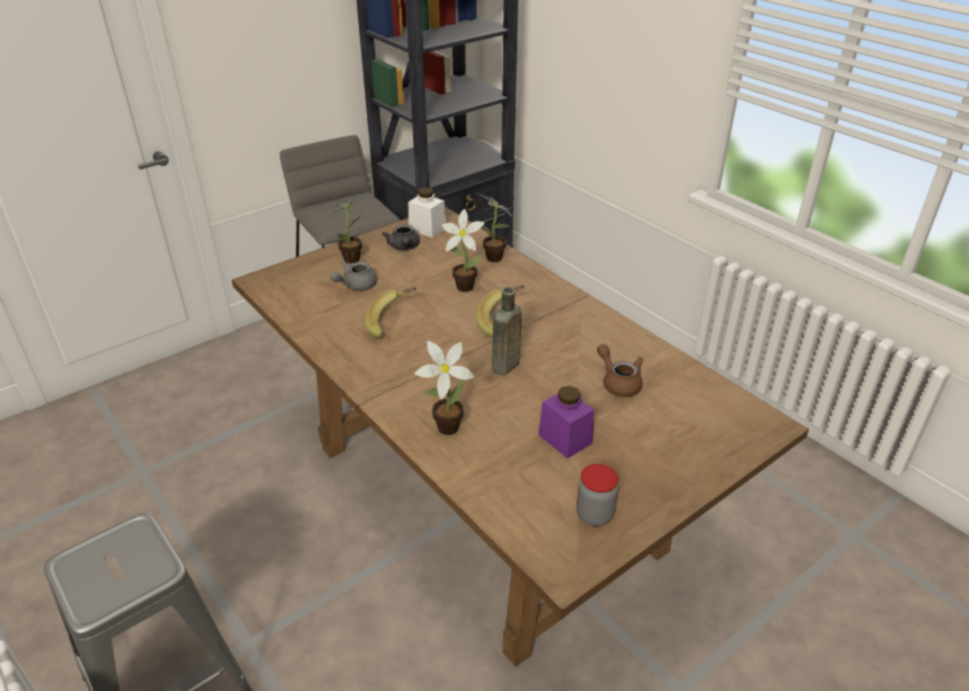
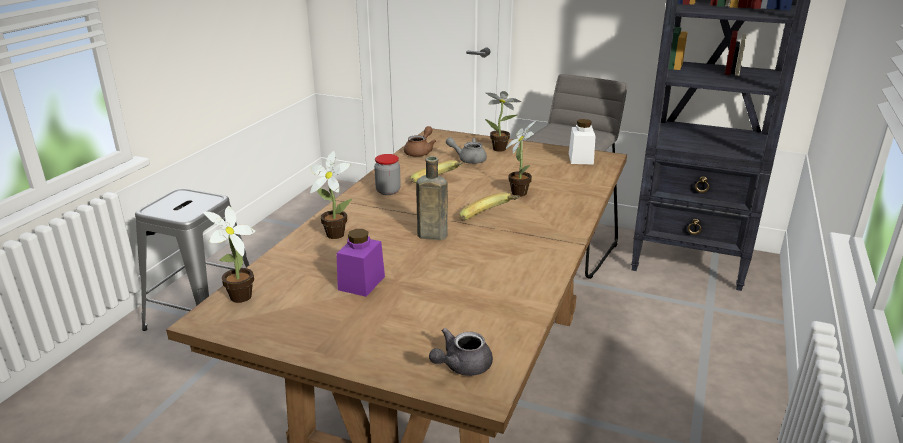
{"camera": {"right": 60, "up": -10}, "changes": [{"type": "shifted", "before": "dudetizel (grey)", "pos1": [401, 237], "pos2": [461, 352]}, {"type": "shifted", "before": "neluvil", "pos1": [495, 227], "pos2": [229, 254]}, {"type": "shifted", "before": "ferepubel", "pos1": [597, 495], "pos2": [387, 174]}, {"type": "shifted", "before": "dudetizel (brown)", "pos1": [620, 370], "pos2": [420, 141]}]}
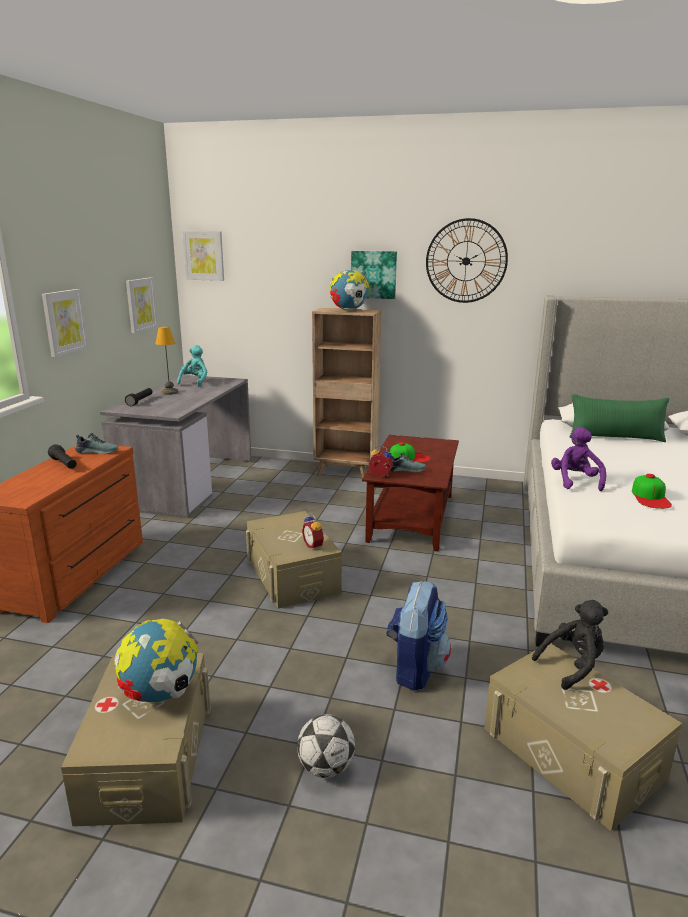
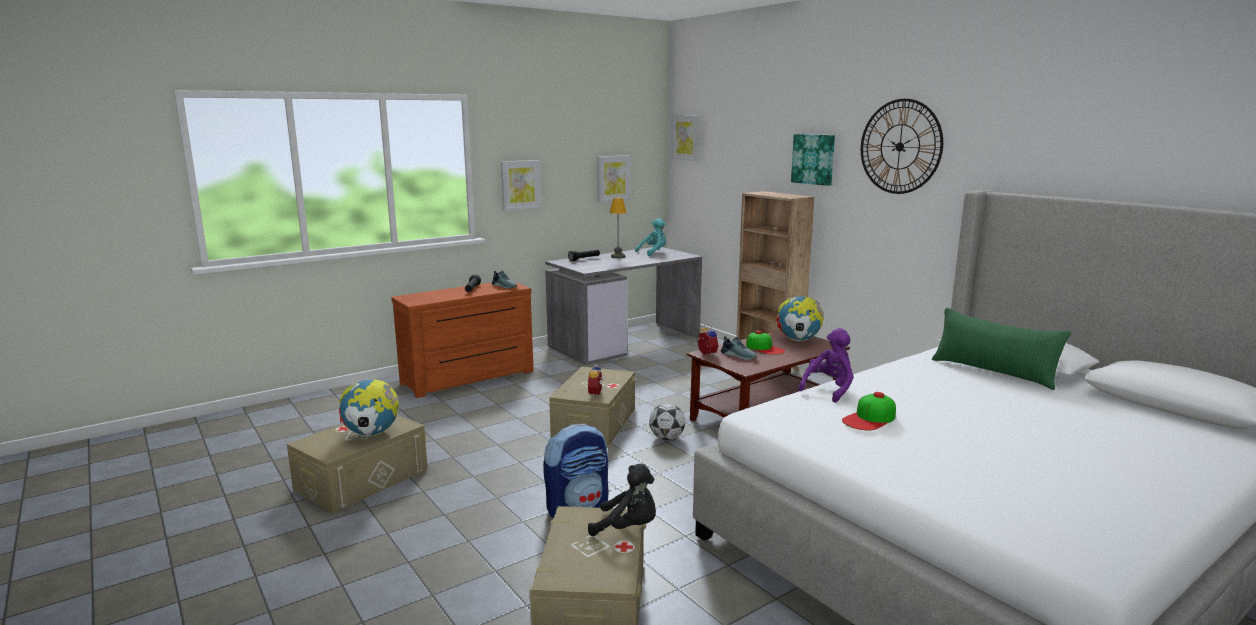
{"camera": {"right": 40, "up": -5}, "changes": [{"type": "shifted", "before": "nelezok", "pos1": [326, 746], "pos2": [667, 422]}, {"type": "shifted", "before": "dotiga", "pos1": [350, 290], "pos2": [800, 318]}]}
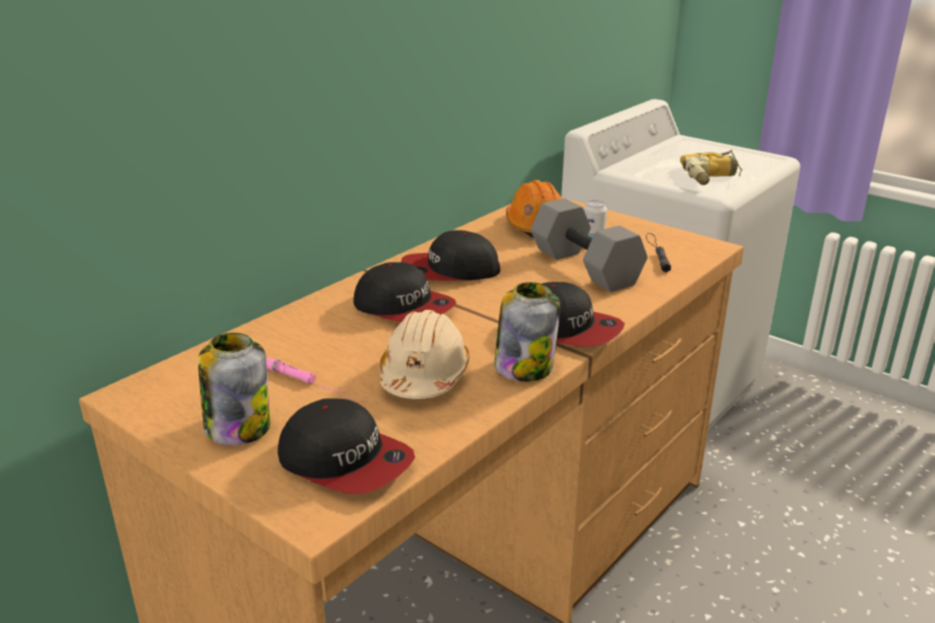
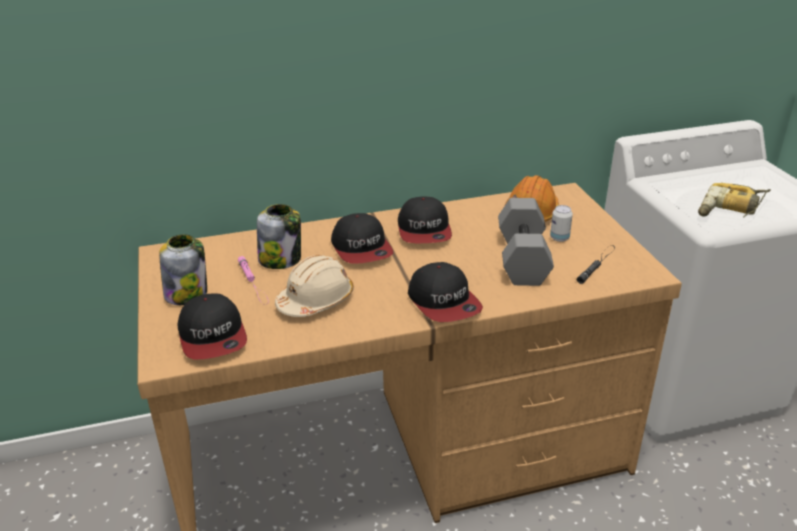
{"camera": {"right": 35, "up": 5}, "changes": [{"type": "rotated", "before": "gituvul", "pos1": [451, 255], "pos2": [425, 219], "turn": -120}, {"type": "shifted", "before": "ferepubel", "pos1": [527, 332], "pos2": [279, 236]}]}
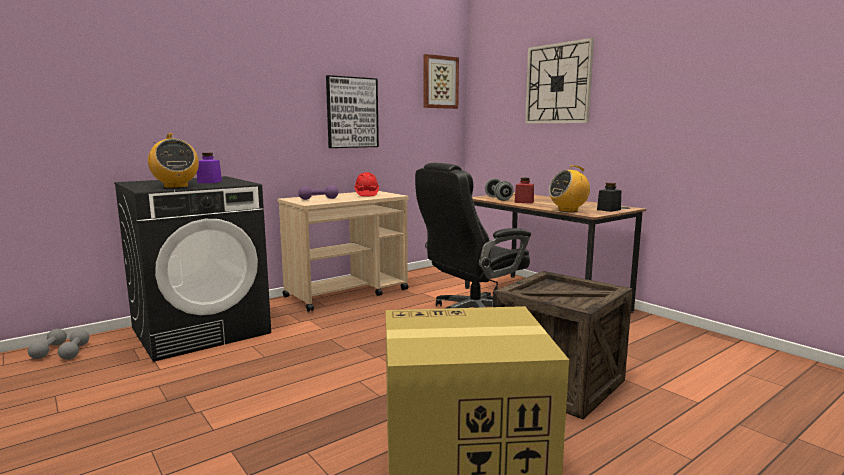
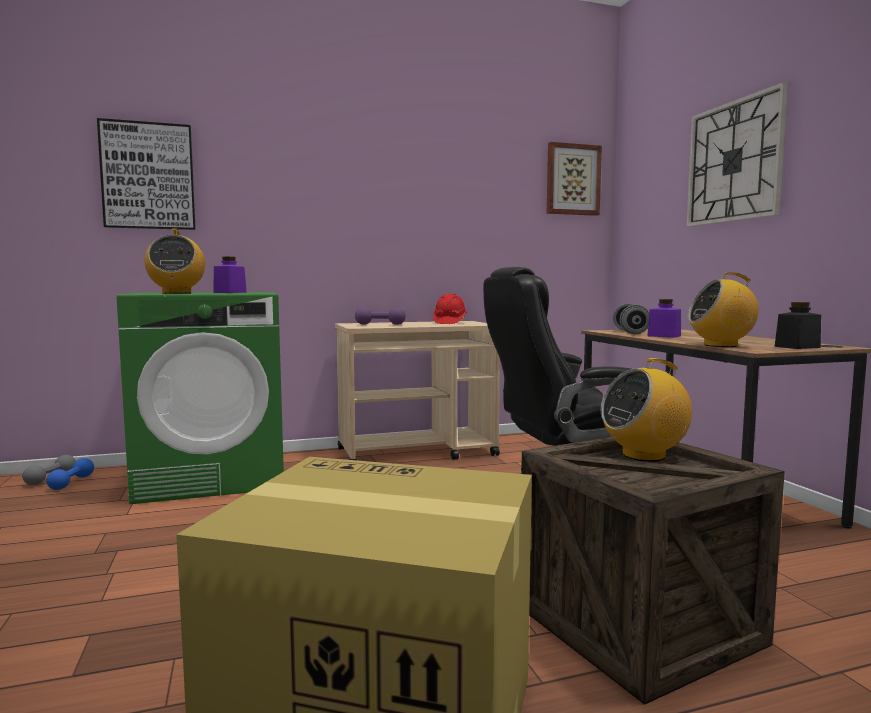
{"camera": {"right": 20, "up": -5}, "changes": [{"type": "repainted", "before": "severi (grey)", "after": "severi (blue)", "pos1": [73, 345], "pos2": [70, 474]}, {"type": "repainted", "before": "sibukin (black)", "after": "sibukin (green)", "pos1": [192, 269], "pos2": [200, 398]}, {"type": "shifted", "before": "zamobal", "pos1": [352, 111], "pos2": [146, 174]}, {"type": "repainted", "before": "ferepubel (red)", "after": "ferepubel (purple)", "pos1": [524, 191], "pos2": [664, 318]}, {"type": "new", "after": "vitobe", "pos2": [646, 410]}]}
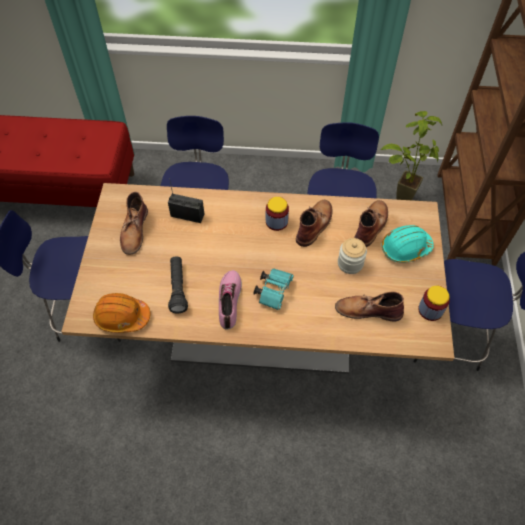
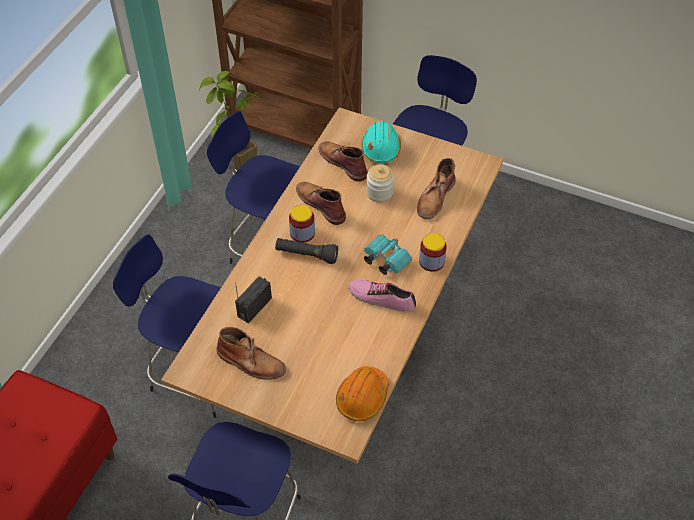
{"camera": {"right": -70, "up": -5}, "changes": [{"type": "shifted", "before": "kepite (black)", "pos1": [178, 284], "pos2": [306, 251]}, {"type": "shifted", "before": "ferepubel", "pos1": [434, 303], "pos2": [433, 252]}]}
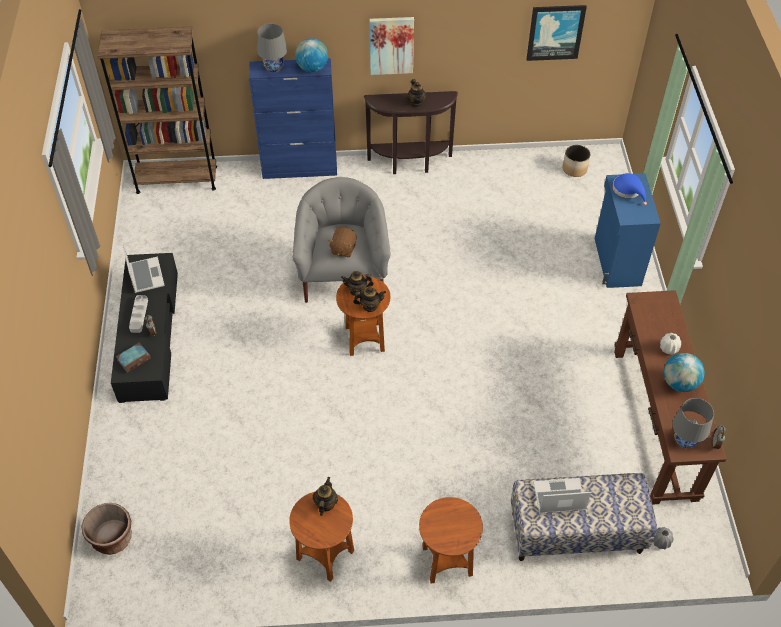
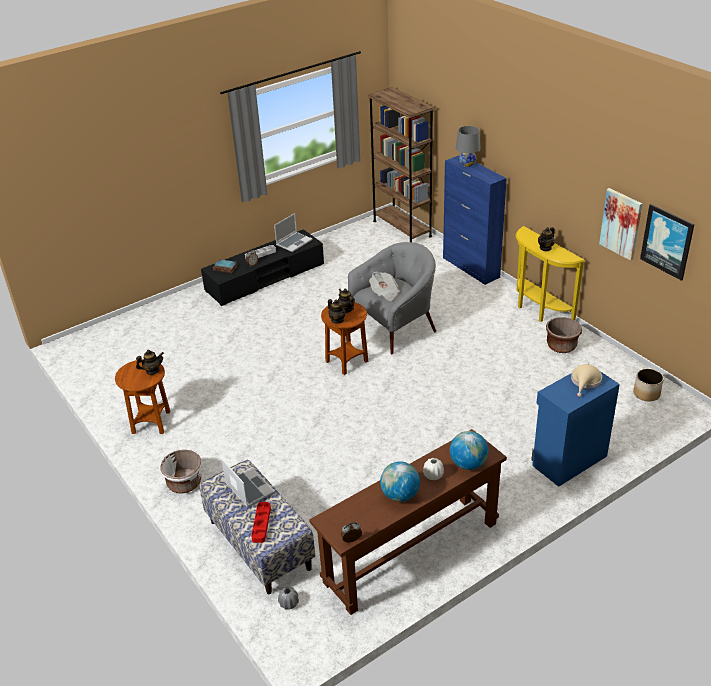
{"camera": {"right": 60, "up": -15}, "changes": [{"type": "shifted", "before": "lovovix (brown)", "pos1": [106, 529], "pos2": [564, 335]}, {"type": "shifted", "before": "dotiga", "pos1": [311, 55], "pos2": [469, 450]}, {"type": "swapped", "before": "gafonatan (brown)", "after": "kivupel", "pos1": [342, 242], "pos2": [384, 286]}, {"type": "repainted", "before": "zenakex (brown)", "after": "zenakex (yellow)", "pos1": [411, 132], "pos2": [550, 274]}, {"type": "shifted", "before": "zamobal", "pos1": [391, 46], "pos2": [620, 224]}, {"type": "swapped", "before": "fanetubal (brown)", "after": "lovovix (white)", "pos1": [451, 540], "pos2": [181, 471]}, {"type": "repainted", "before": "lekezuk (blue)", "after": "lekezuk (beige)", "pos1": [629, 189], "pos2": [586, 380]}, {"type": "gone", "before": "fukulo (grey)", "pos1": [693, 423]}, {"type": "new", "after": "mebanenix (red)", "pos2": [261, 522]}]}
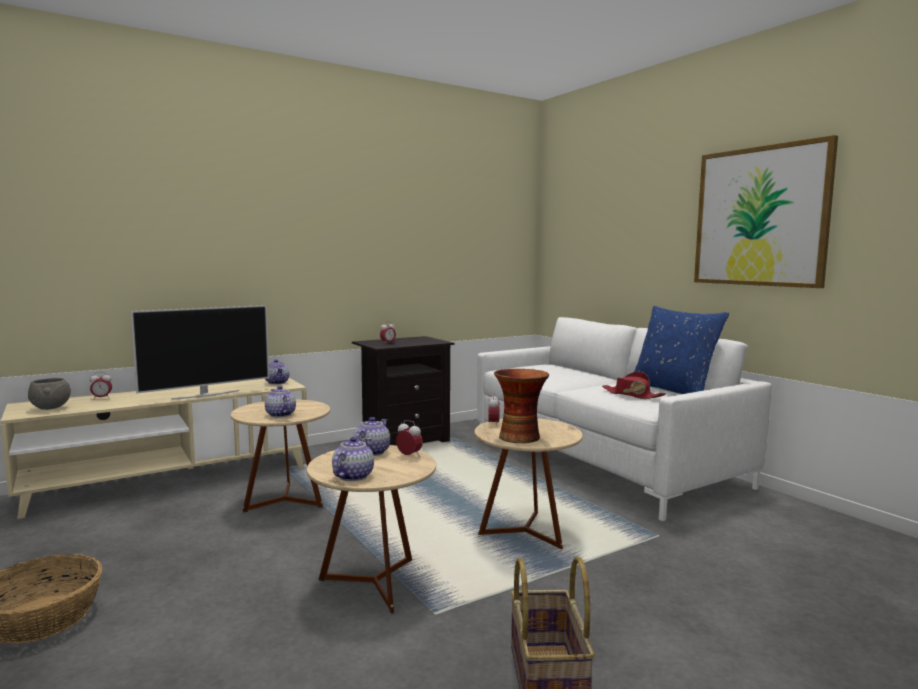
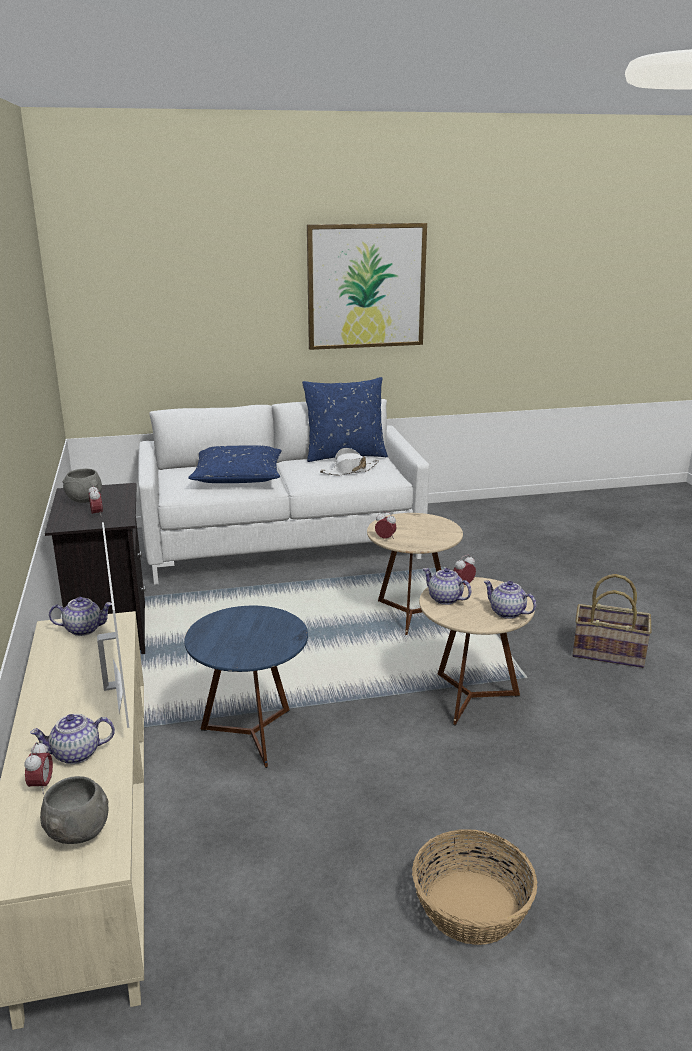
{"camera": {"right": -70, "up": 15}, "changes": [{"type": "repainted", "before": "fanetubal (beige)", "after": "fanetubal (blue)", "pos1": [280, 456], "pos2": [246, 687]}, {"type": "shifted", "before": "dudetizel", "pos1": [280, 401], "pos2": [72, 739]}, {"type": "gone", "before": "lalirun", "pos1": [521, 406]}, {"type": "repainted", "before": "lekezuk (red)", "after": "lekezuk (white)", "pos1": [634, 385], "pos2": [349, 462]}, {"type": "new", "after": "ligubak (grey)", "pos2": [82, 486]}, {"type": "new", "after": "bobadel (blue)", "pos2": [235, 464]}]}
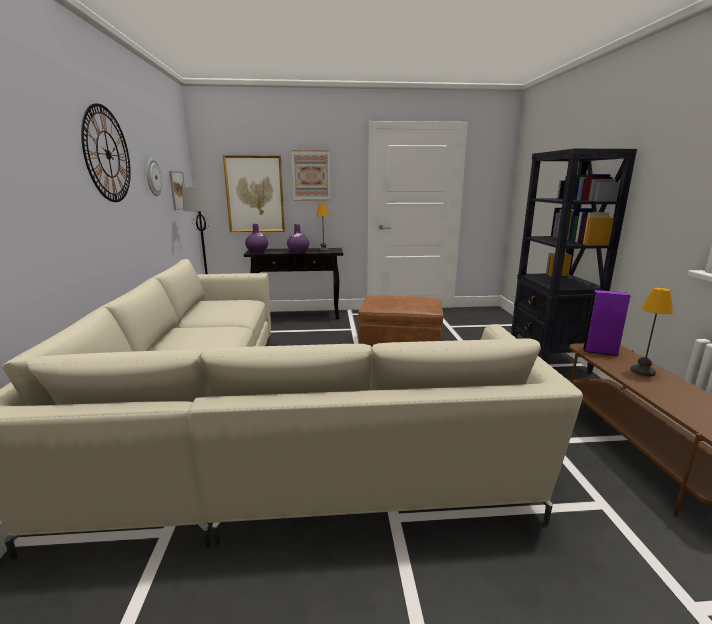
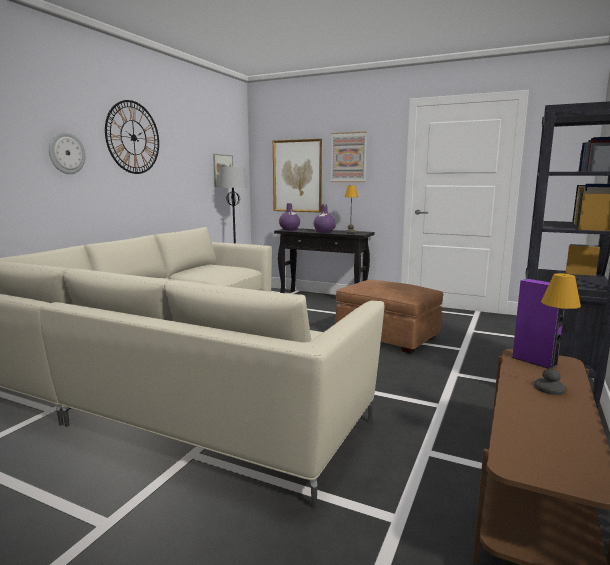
{"camera": {"right": 30, "up": -5}, "changes": [{"type": "shifted", "before": "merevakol", "pos1": [154, 177], "pos2": [67, 153]}]}
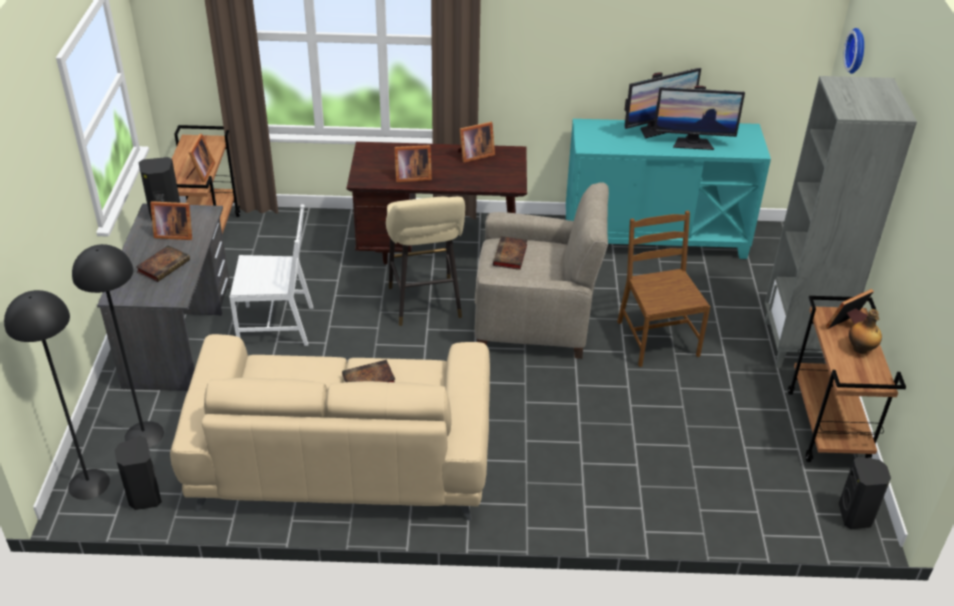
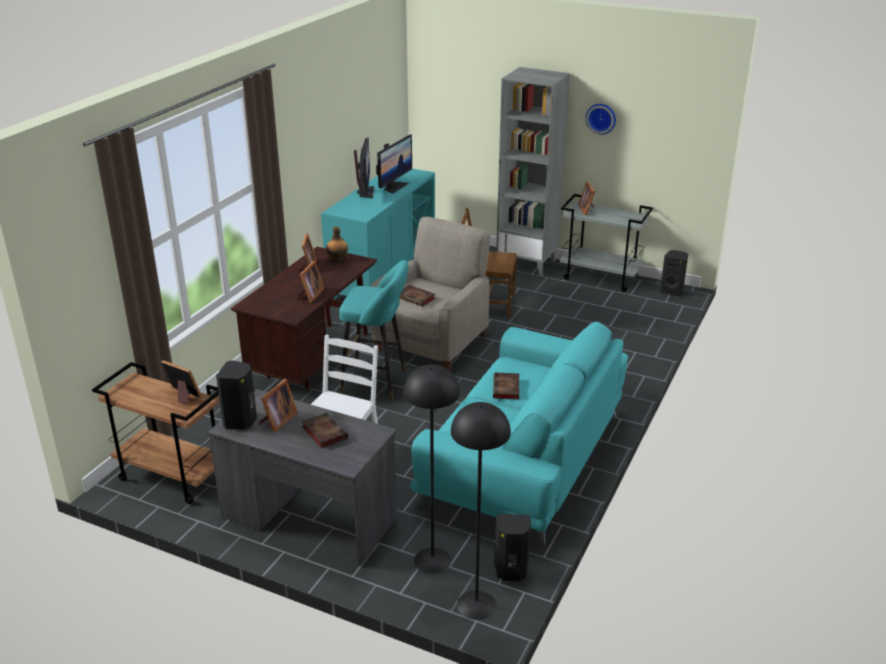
{"camera": {"right": -65, "up": -10}, "changes": [{"type": "repainted", "before": "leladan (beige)", "after": "leladan (turquoise)", "pos1": [330, 427], "pos2": [519, 433]}, {"type": "repainted", "before": "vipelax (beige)", "after": "vipelax (turquoise)", "pos1": [425, 261], "pos2": [373, 329]}, {"type": "repainted", "before": "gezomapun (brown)", "after": "gezomapun (grey)", "pos1": [847, 379], "pos2": [606, 243]}, {"type": "shifted", "before": "merevakol", "pos1": [853, 51], "pos2": [601, 119]}, {"type": "shifted", "before": "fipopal", "pos1": [865, 331], "pos2": [337, 244]}]}
